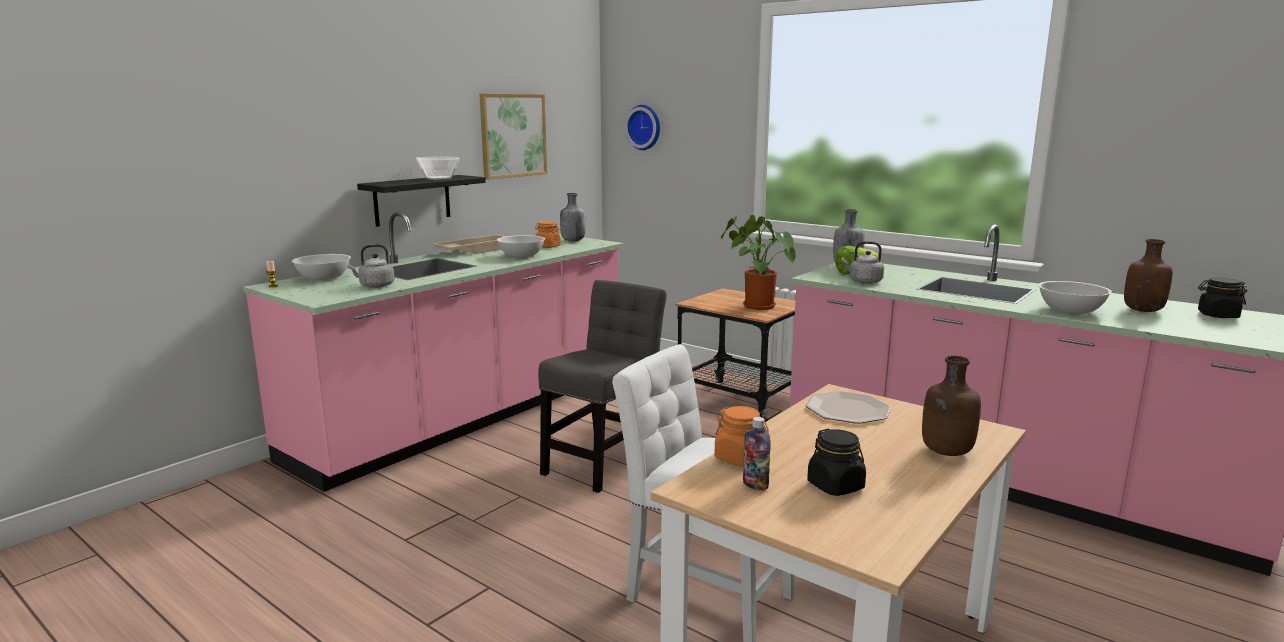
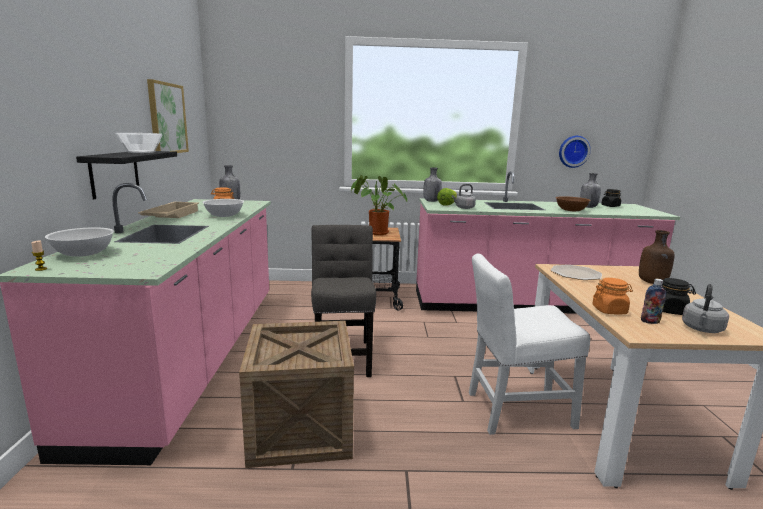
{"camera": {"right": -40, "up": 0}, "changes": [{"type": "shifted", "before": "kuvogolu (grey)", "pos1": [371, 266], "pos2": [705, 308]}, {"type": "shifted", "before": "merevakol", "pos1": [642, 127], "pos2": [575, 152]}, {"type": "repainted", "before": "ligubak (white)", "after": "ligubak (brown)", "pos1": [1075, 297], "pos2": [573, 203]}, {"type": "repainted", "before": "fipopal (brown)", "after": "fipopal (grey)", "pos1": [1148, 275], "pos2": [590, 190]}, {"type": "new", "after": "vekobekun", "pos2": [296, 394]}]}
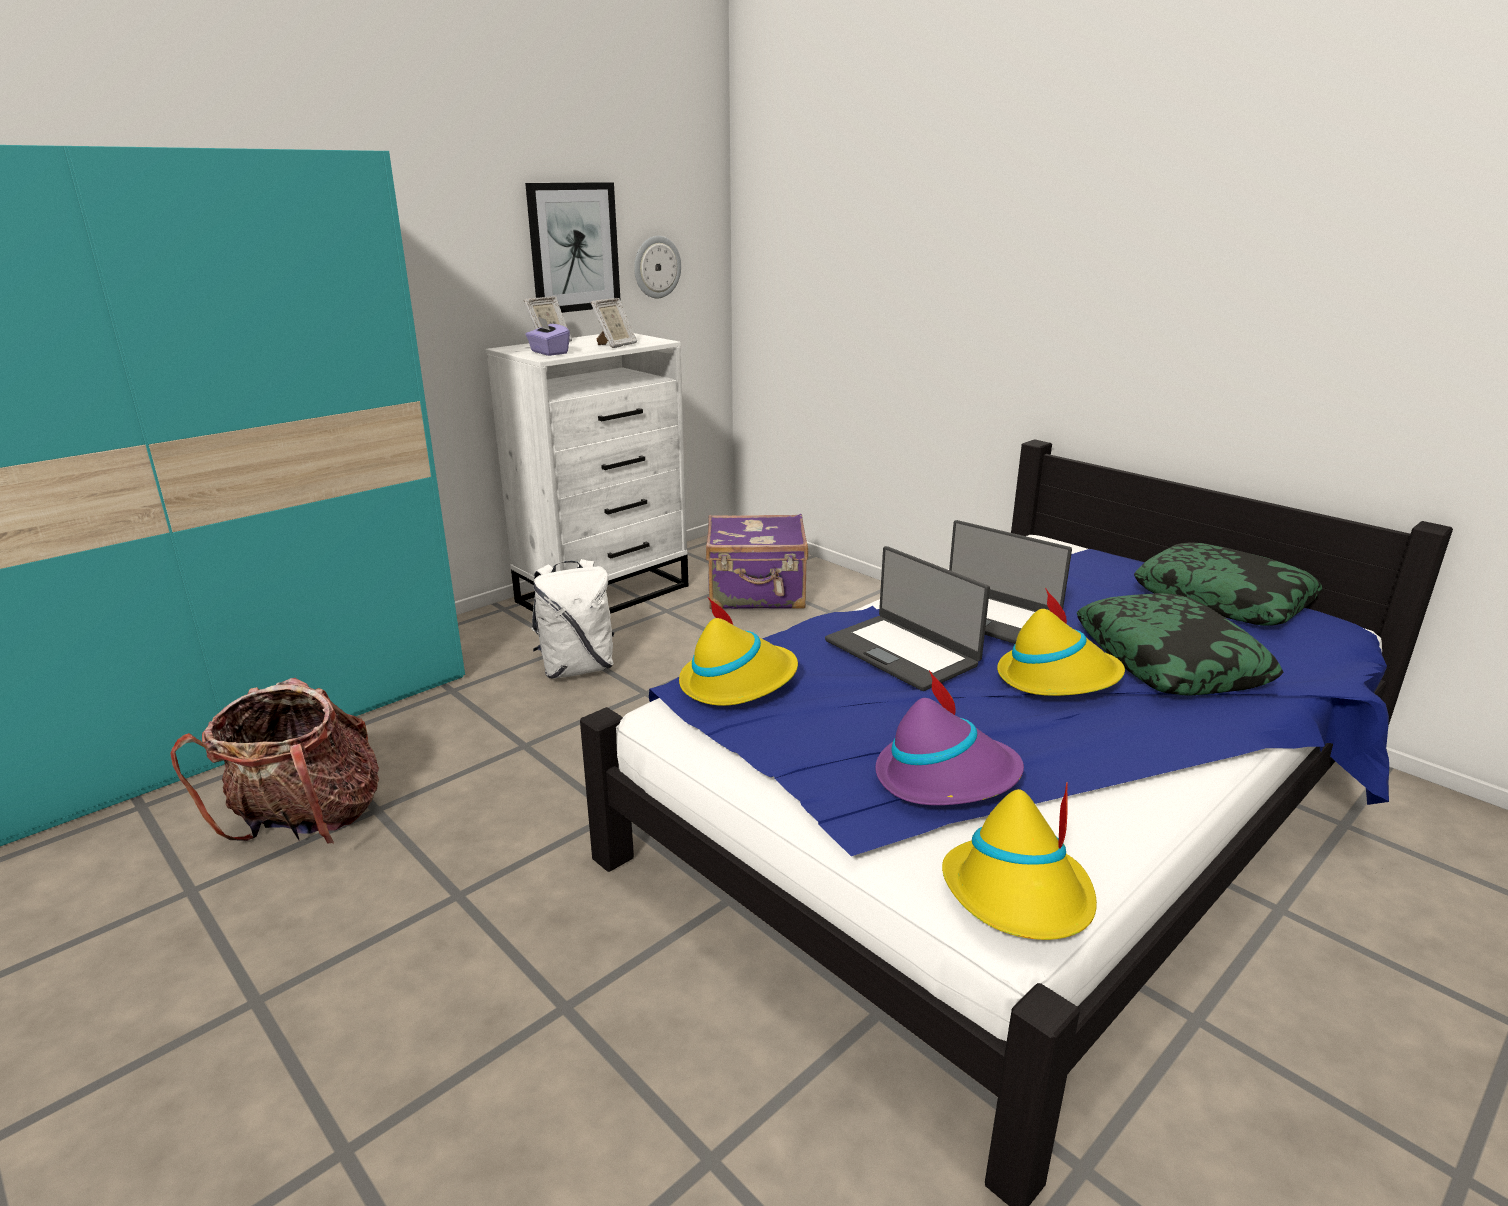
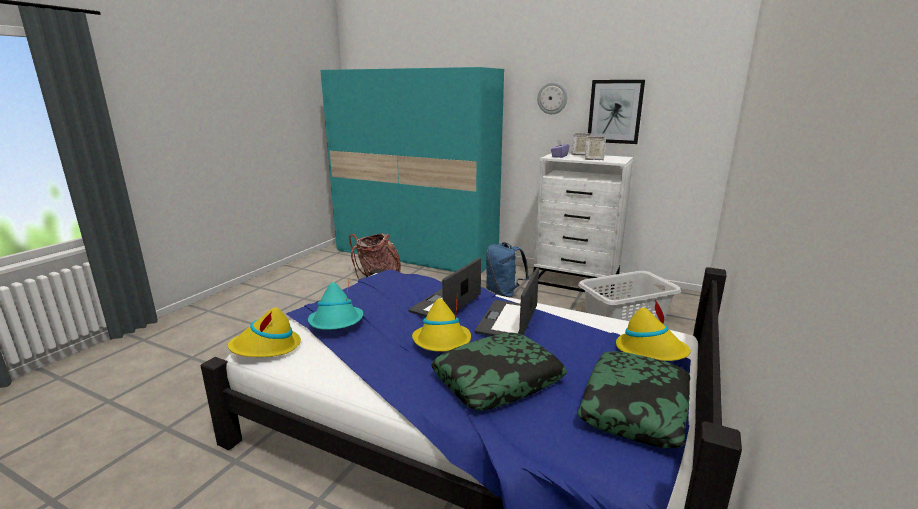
{"camera": {"right": 70, "up": -5}, "changes": [{"type": "repainted", "before": "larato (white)", "after": "larato (blue)", "pos1": [573, 619], "pos2": [507, 270]}, {"type": "shifted", "before": "merevakol", "pos1": [657, 267], "pos2": [552, 98]}, {"type": "shifted", "before": "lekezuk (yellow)", "pos1": [738, 651], "pos2": [653, 330]}, {"type": "swapped", "before": "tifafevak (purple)", "after": "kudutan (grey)", "pos1": [757, 561], "pos2": [629, 296]}, {"type": "repainted", "before": "lekezuk (purple)", "after": "lekezuk (turquoise)", "pos1": [949, 737], "pos2": [335, 305]}]}
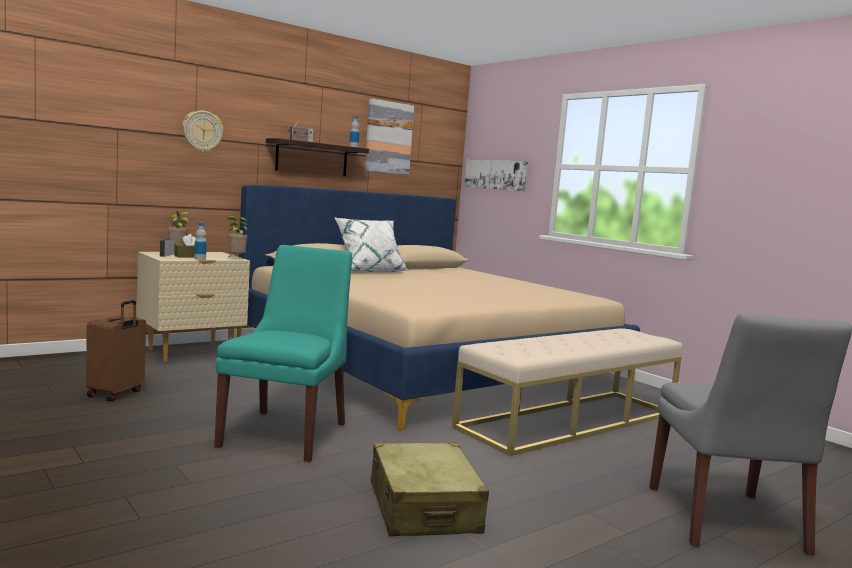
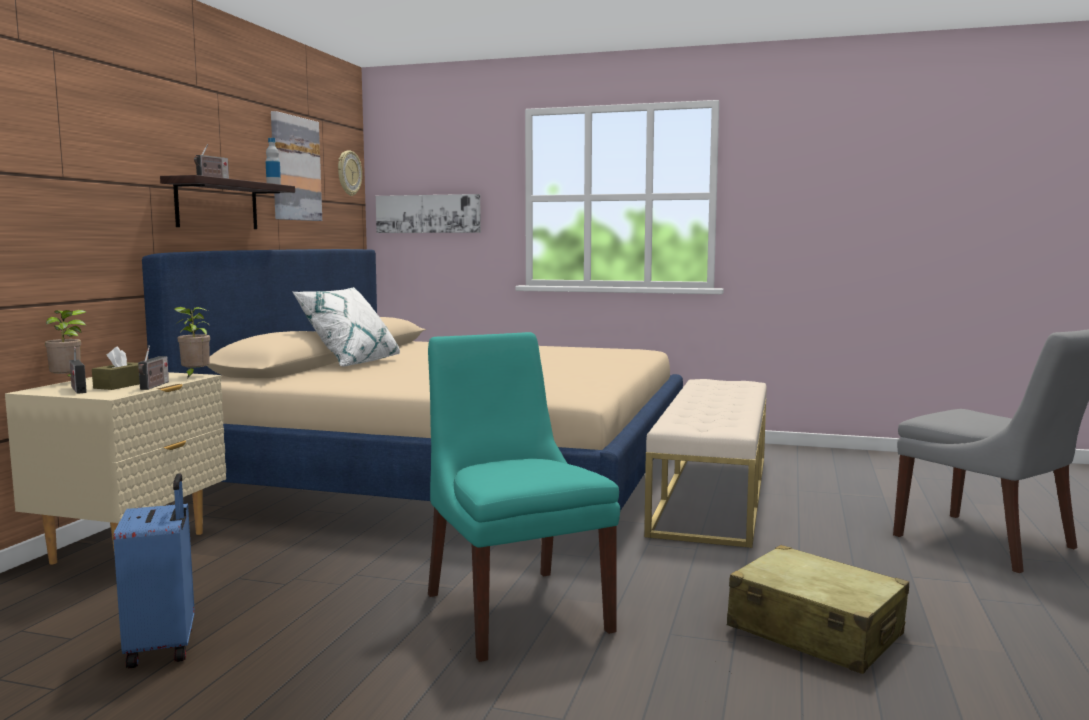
{"camera": {"right": -35, "up": 0}, "changes": [{"type": "repainted", "before": "tifafevak (brown)", "after": "tifafevak (blue)", "pos1": [116, 350], "pos2": [153, 571]}, {"type": "shifted", "before": "merevakol", "pos1": [203, 132], "pos2": [350, 173]}, {"type": "swapped", "before": "fipopal", "after": "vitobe", "pos1": [200, 241], "pos2": [153, 367]}]}
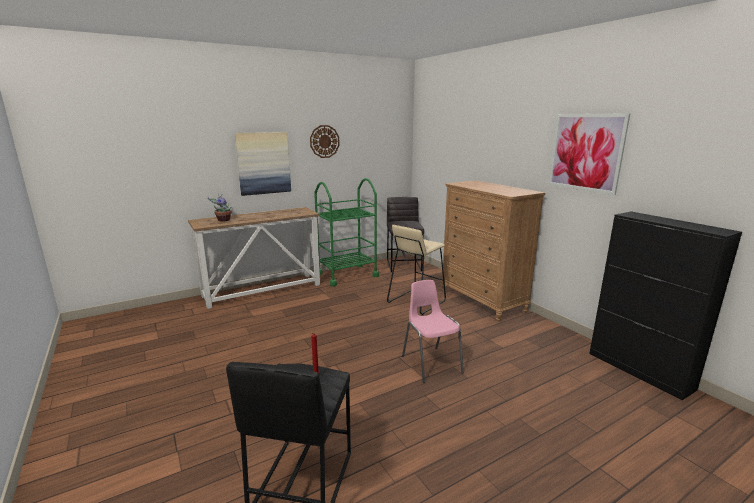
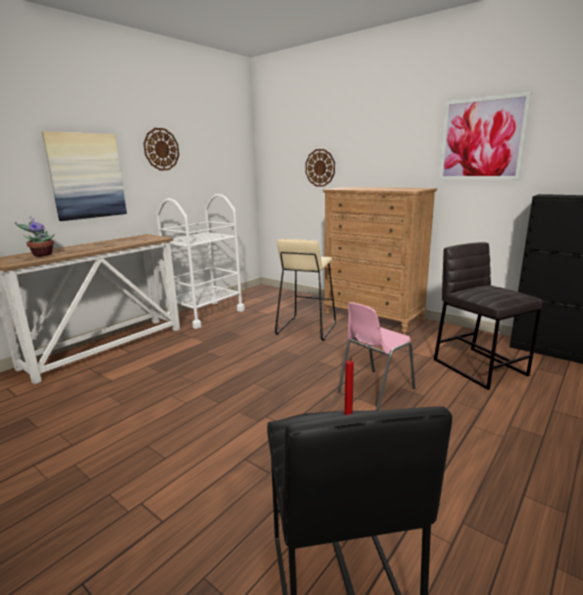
{"camera": {"right": -20, "up": 0}, "changes": [{"type": "repainted", "before": "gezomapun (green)", "after": "gezomapun (white)", "pos1": [346, 232], "pos2": [200, 261]}, {"type": "shifted", "before": "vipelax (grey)", "pos1": [405, 234], "pos2": [488, 316]}, {"type": "rotated", "before": "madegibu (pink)", "pos1": [433, 331], "pos2": [376, 356], "turn": -90}, {"type": "new", "after": "merevakol", "pos2": [320, 168]}]}
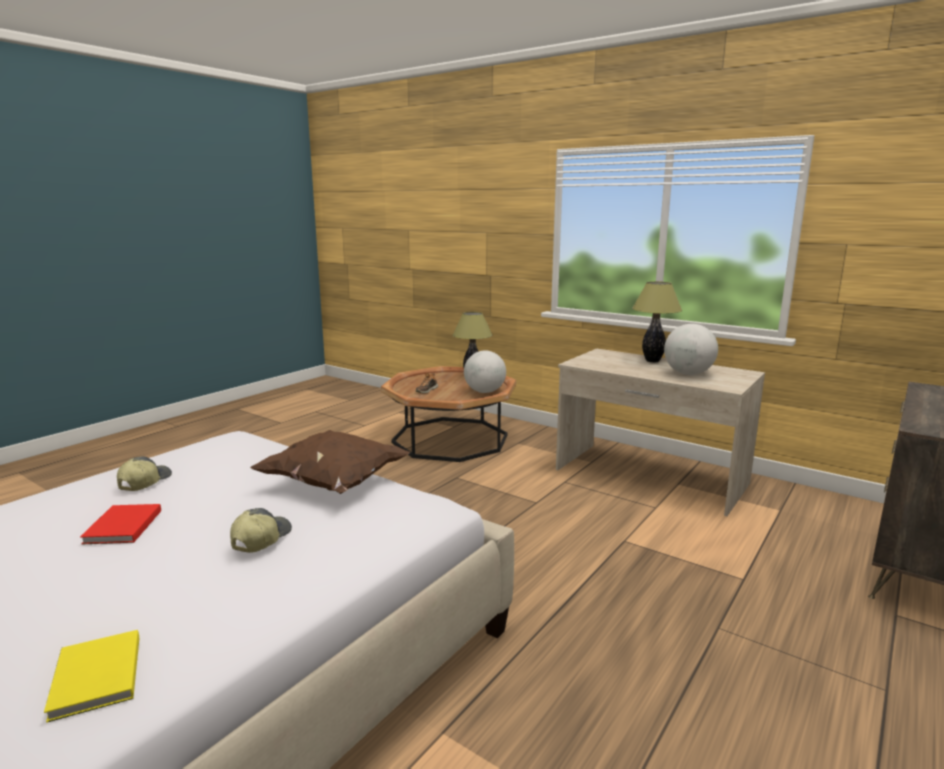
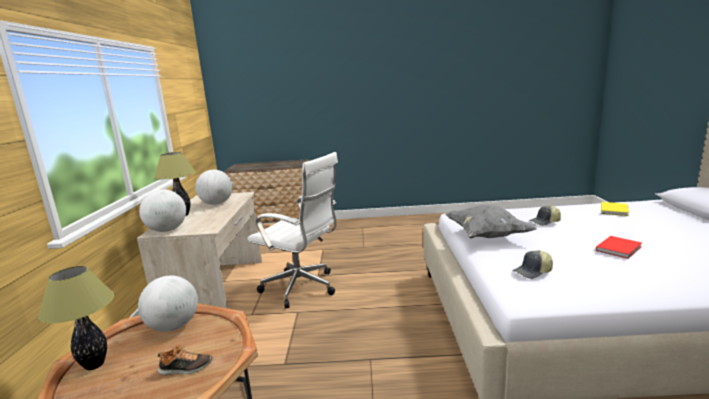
{"camera": {"right": -125, "up": 0}, "changes": [{"type": "shifted", "before": "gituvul", "pos1": [144, 473], "pos2": [532, 264]}, {"type": "repainted", "before": "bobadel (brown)", "after": "bobadel (grey)", "pos1": [330, 462], "pos2": [491, 221]}, {"type": "new", "after": "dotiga", "pos2": [162, 210]}, {"type": "new", "after": "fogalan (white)", "pos2": [293, 230]}]}
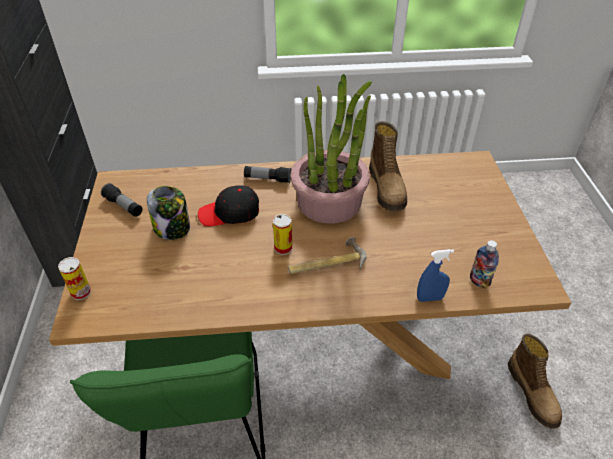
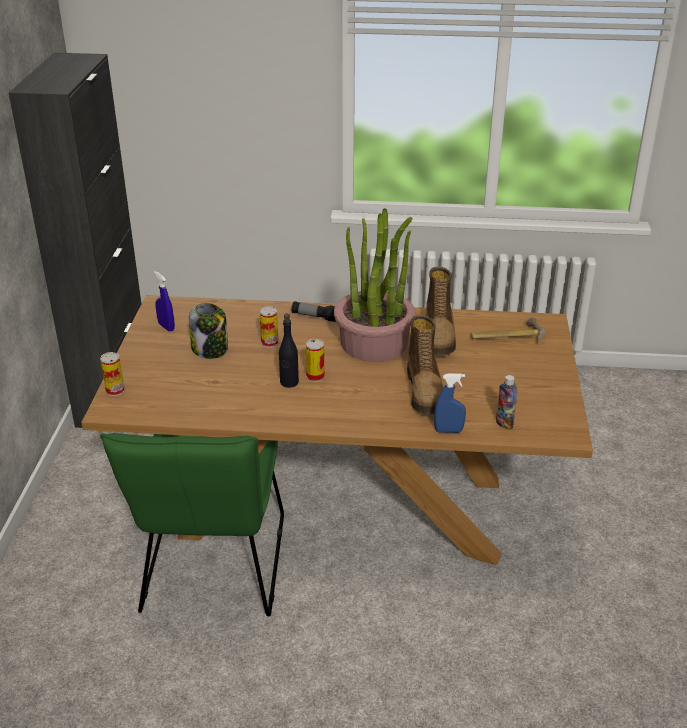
{"camera": {"right": 10, "up": -10}, "changes": [{"type": "swapped", "before": "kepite", "after": "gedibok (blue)", "pos1": [122, 200], "pos2": [164, 301]}, {"type": "swapped", "before": "gituvul (black)", "after": "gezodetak", "pos1": [228, 205], "pos2": [269, 327]}, {"type": "shifted", "before": "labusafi", "pos1": [327, 255], "pos2": [508, 330]}, {"type": "shifted", "before": "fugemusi", "pos1": [535, 381], "pos2": [425, 364]}, {"type": "new", "after": "fipopal (black)", "pos2": [289, 351]}]}
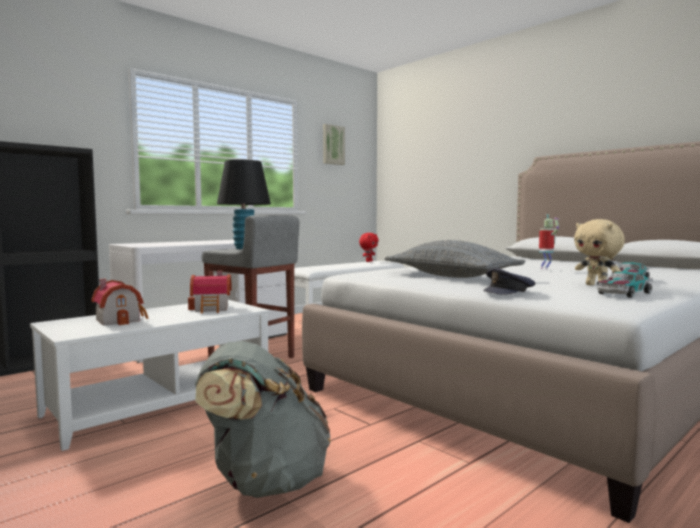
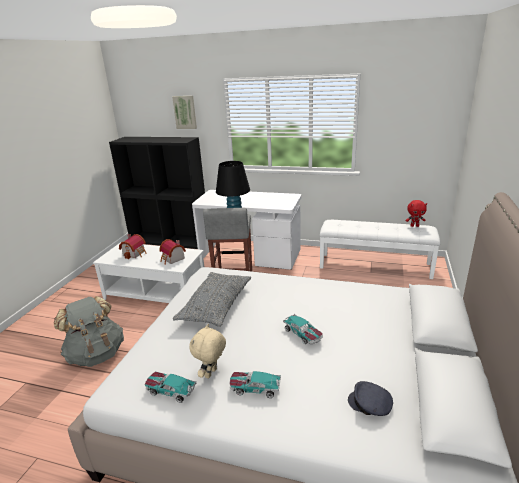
{"camera": {"right": 60, "up": 20}, "changes": [{"type": "shifted", "before": "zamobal", "pos1": [334, 144], "pos2": [184, 112]}, {"type": "shifted", "before": "gituvul (grey)", "pos1": [509, 281], "pos2": [370, 398]}, {"type": "swapped", "before": "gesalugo", "after": "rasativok", "pos1": [549, 242], "pos2": [303, 329]}]}
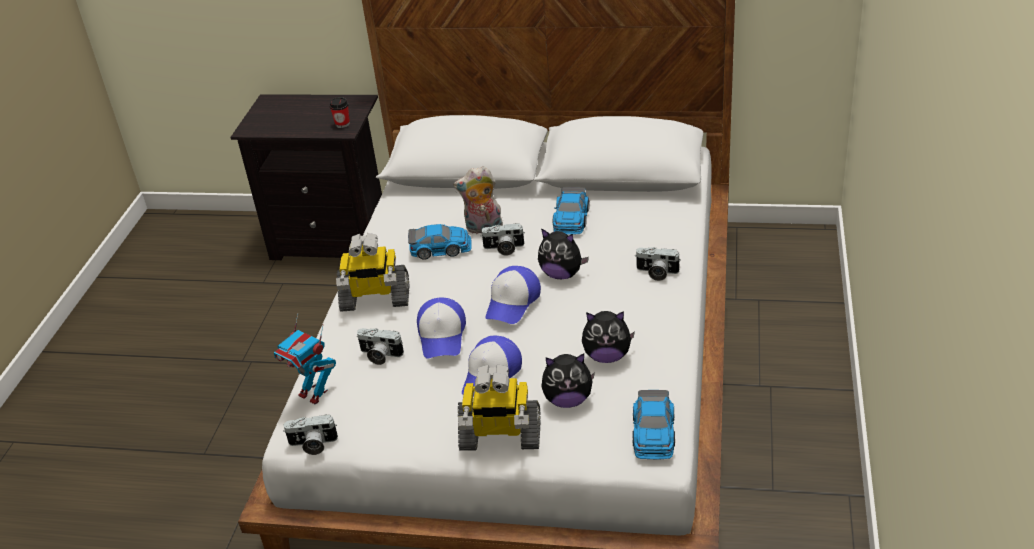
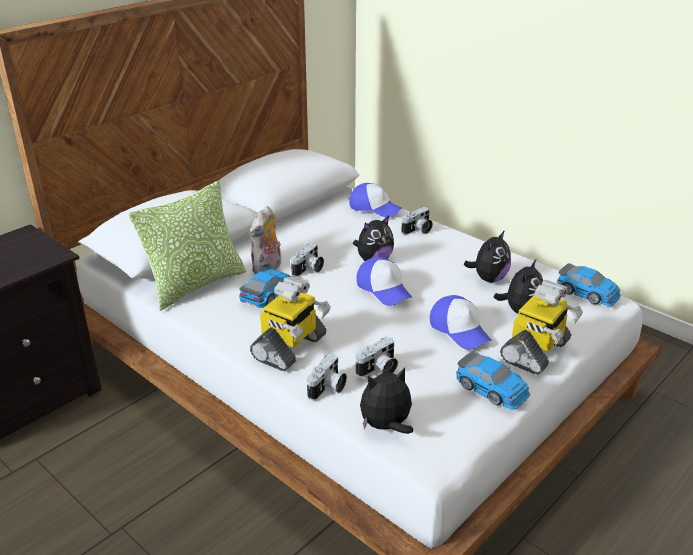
{"camera": {"right": -60, "up": -5}, "changes": [{"type": "swapped", "before": "gesalugo", "after": "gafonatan", "pos1": [305, 359], "pos2": [386, 400]}, {"type": "shifted", "before": "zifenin", "pos1": [310, 435], "pos2": [327, 377]}, {"type": "gone", "before": "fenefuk", "pos1": [339, 112]}, {"type": "shifted", "before": "gituvul", "pos1": [441, 328], "pos2": [375, 200]}, {"type": "shifted", "before": "rasativok", "pos1": [571, 211], "pos2": [493, 380]}, {"type": "new", "after": "bobadel", "pos2": [187, 246]}]}
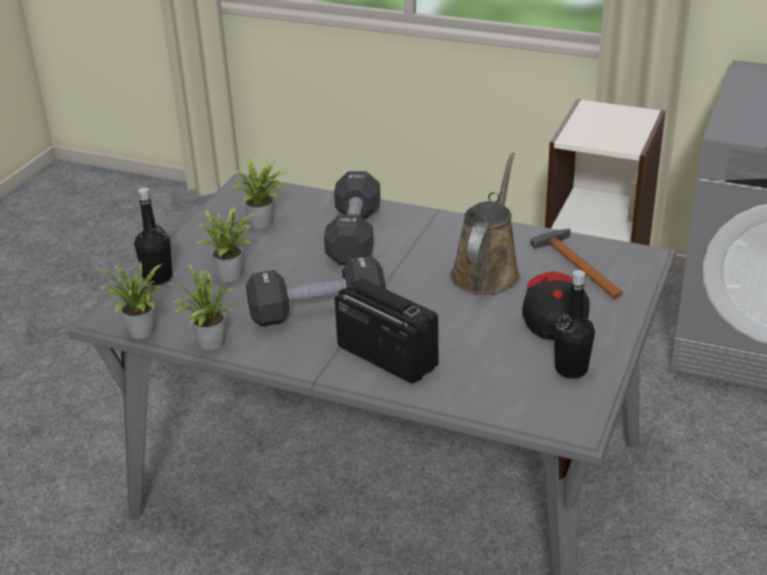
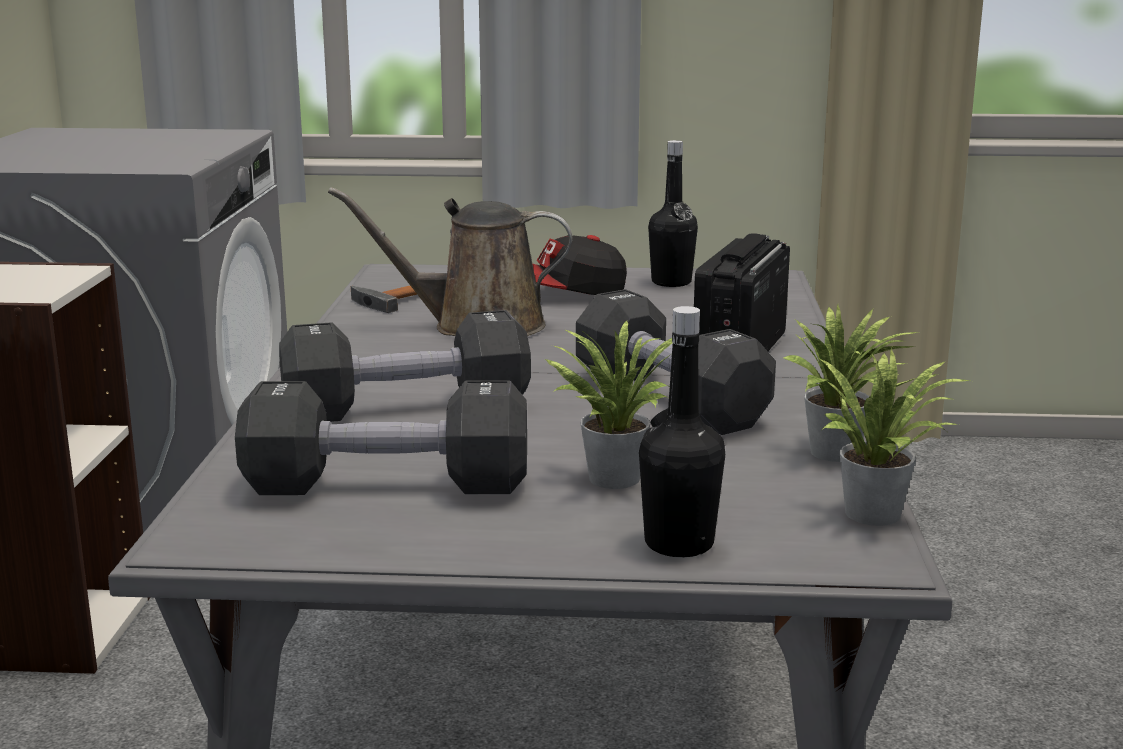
{"camera": {"right": -110, "up": -15}, "changes": [{"type": "swapped", "before": "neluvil", "after": "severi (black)", "pos1": [259, 193], "pos2": [381, 437]}]}
